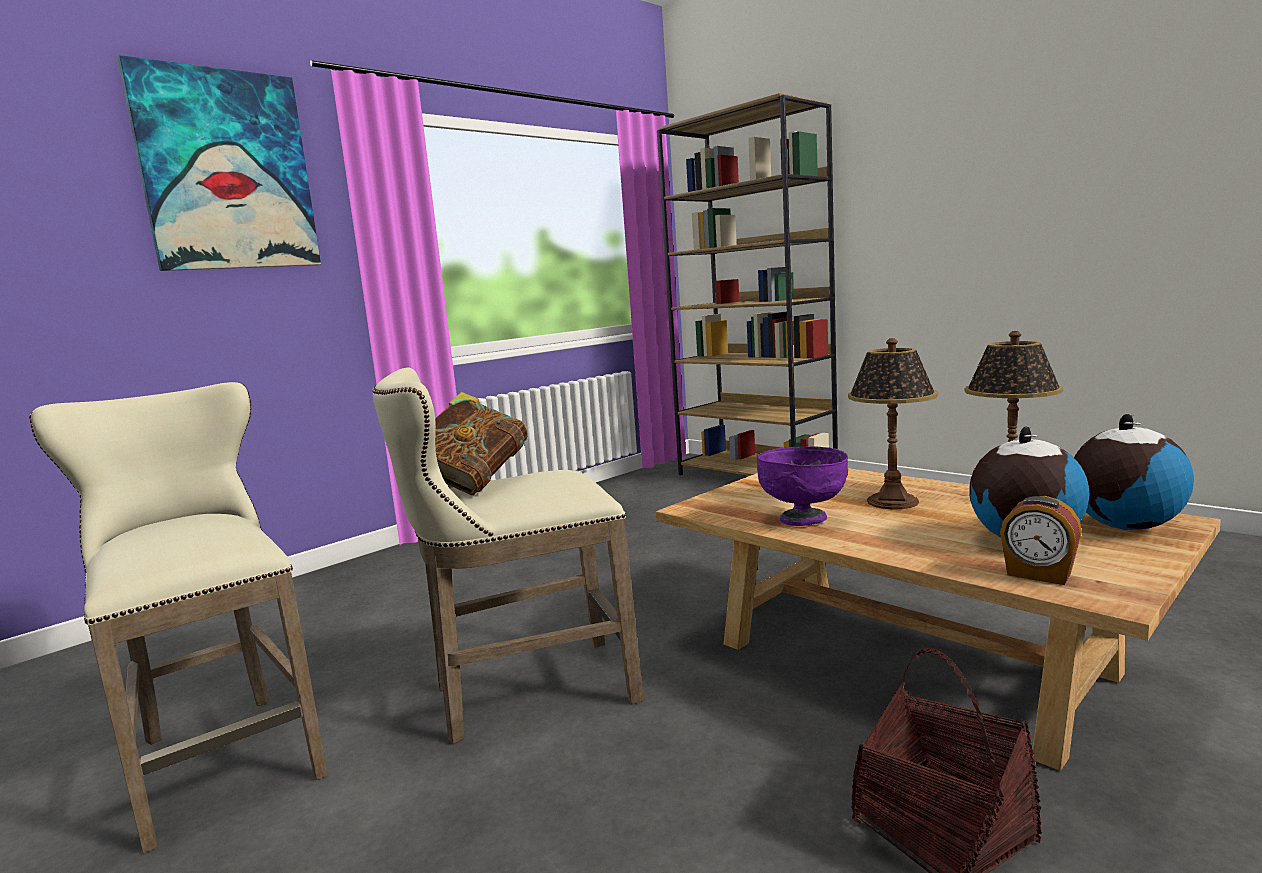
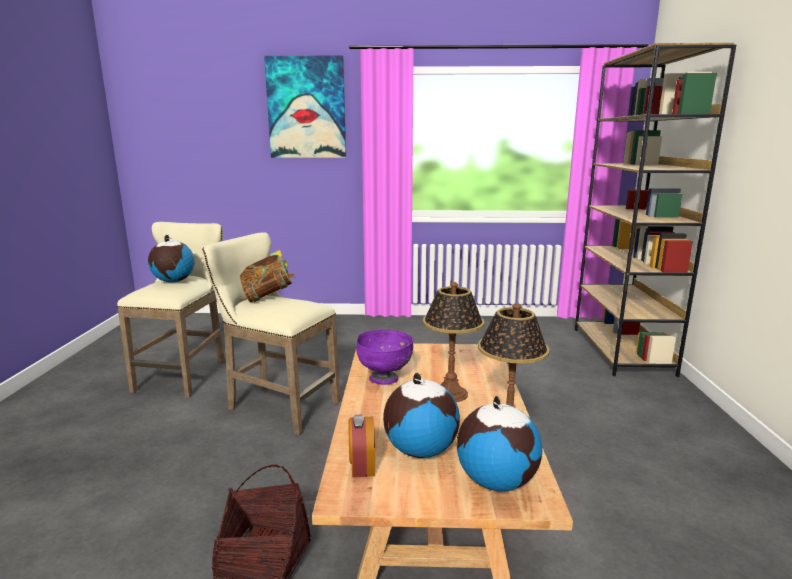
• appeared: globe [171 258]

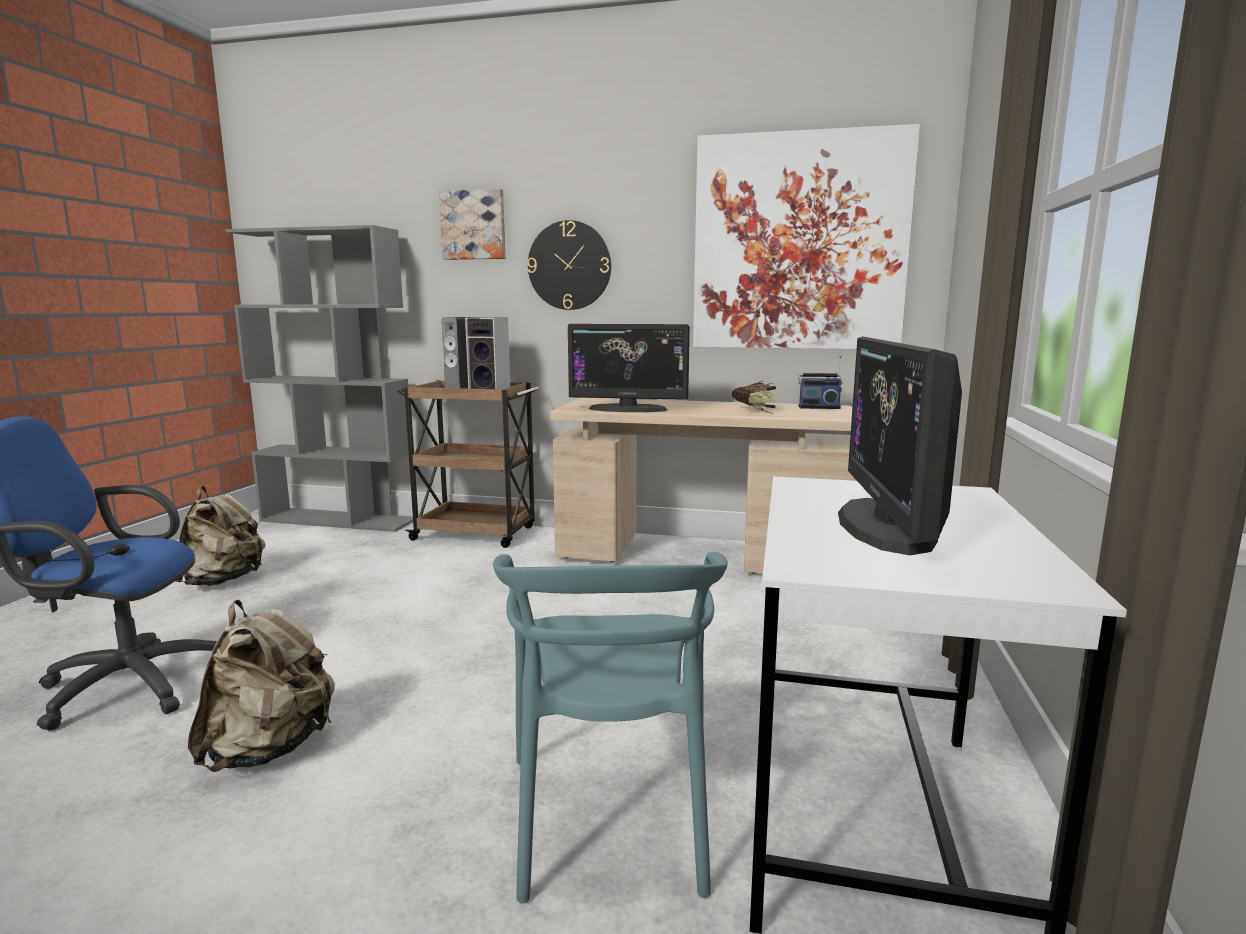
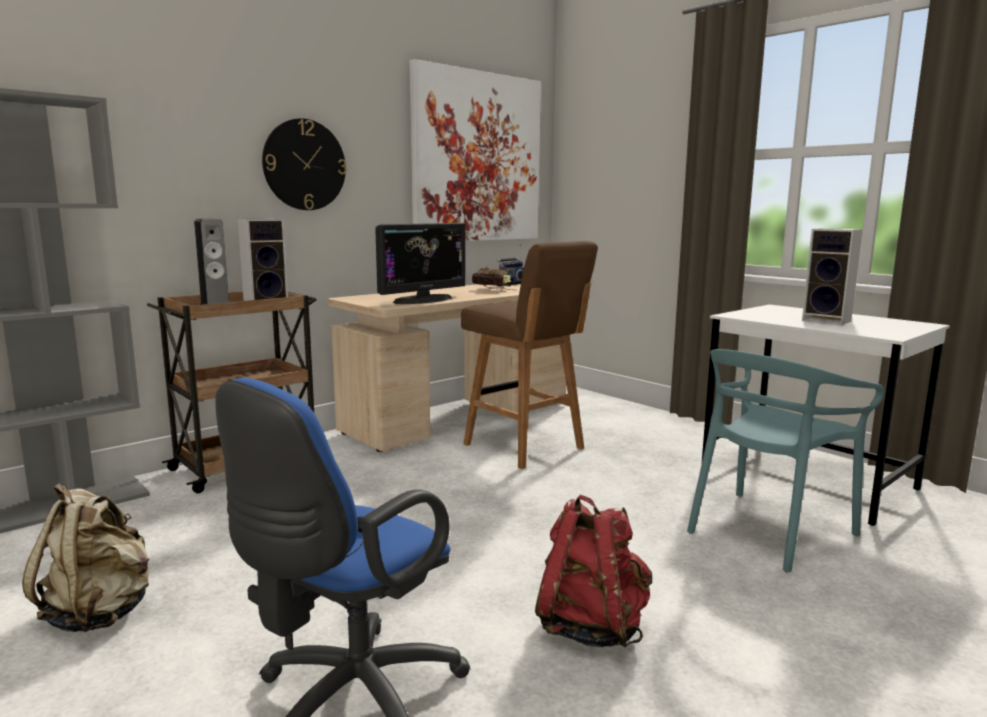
• missing: picture [472 224]
• exchanged: monitor [900 445] to speaker [832 276]
• spun: chair in turquoise [610 728] = [785 461] 105 degrees clockwise
• colour: backpack in beige [261 686] to backpack in red [593 571]
• appeared: stool in brown [529 355]

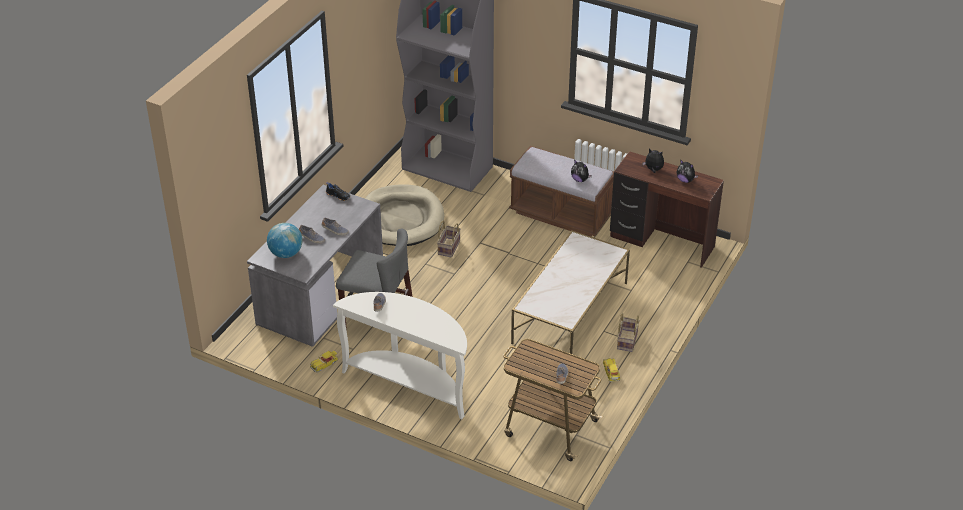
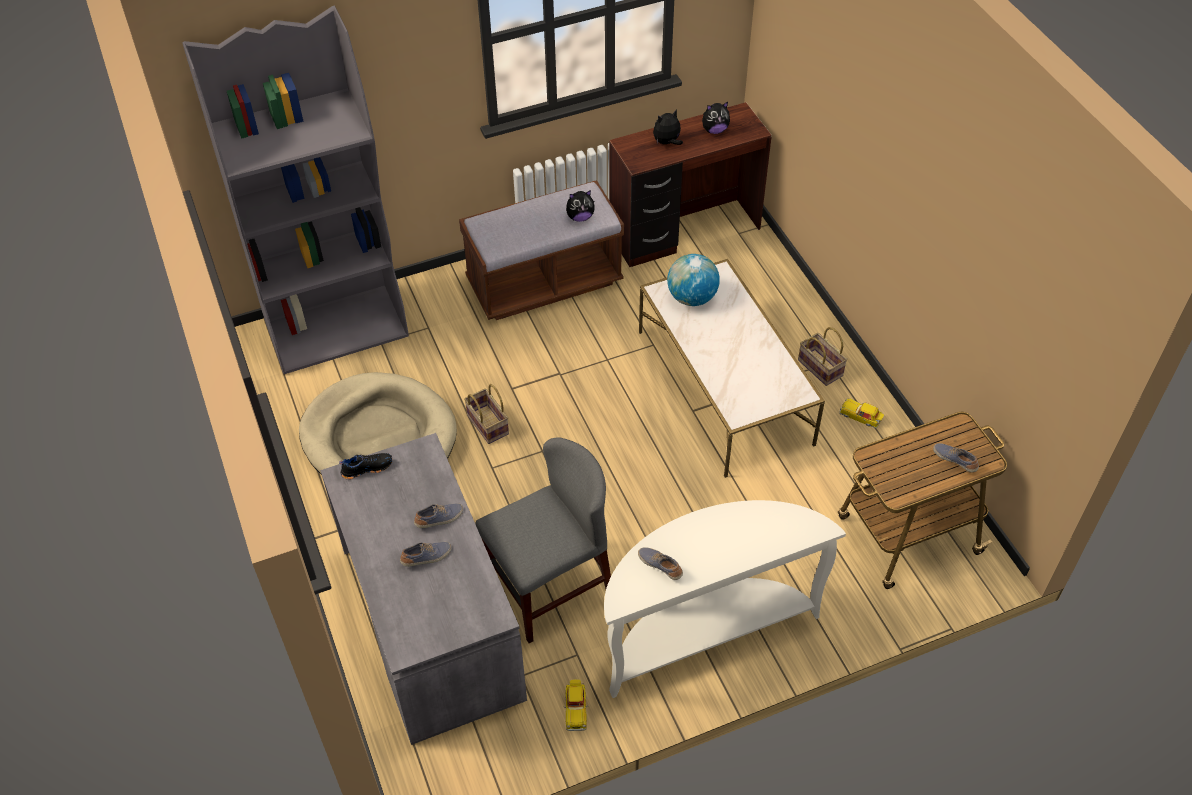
• relocated: globe [284 240] to [693 280]

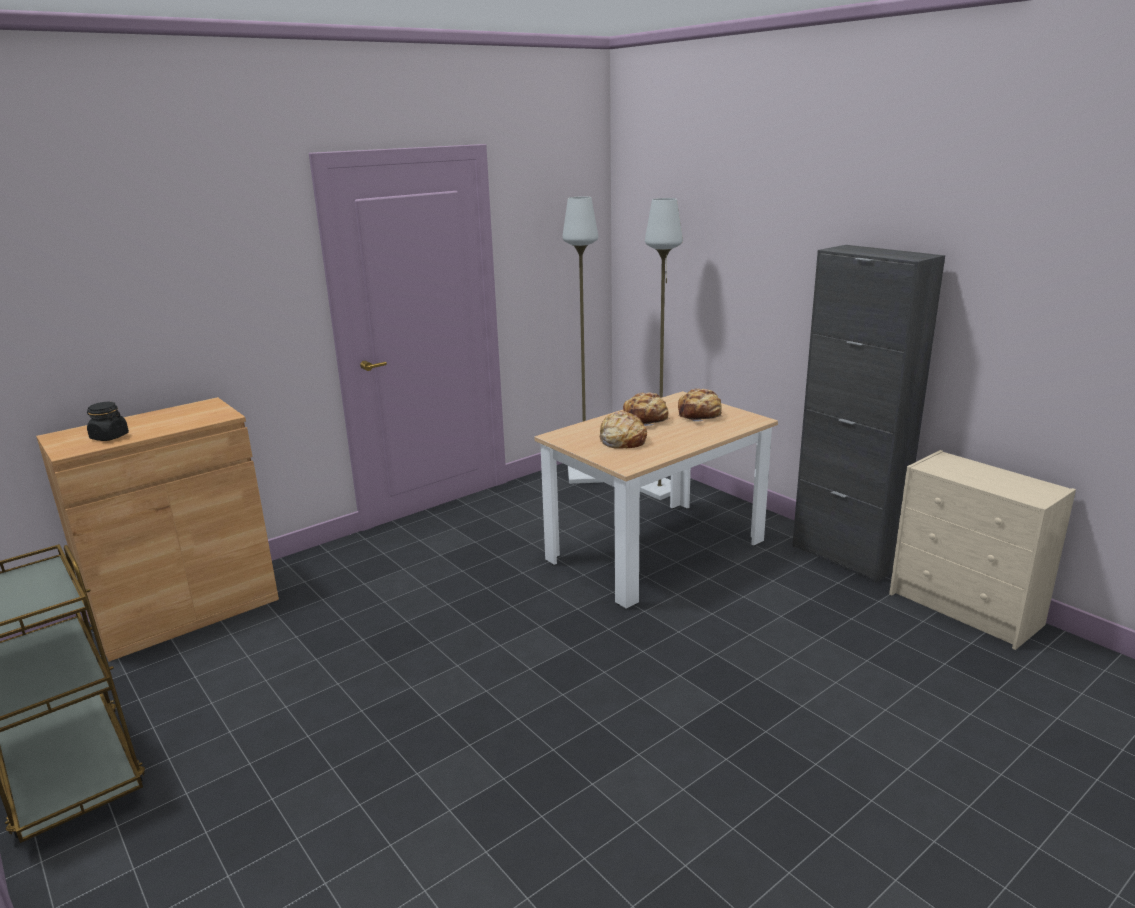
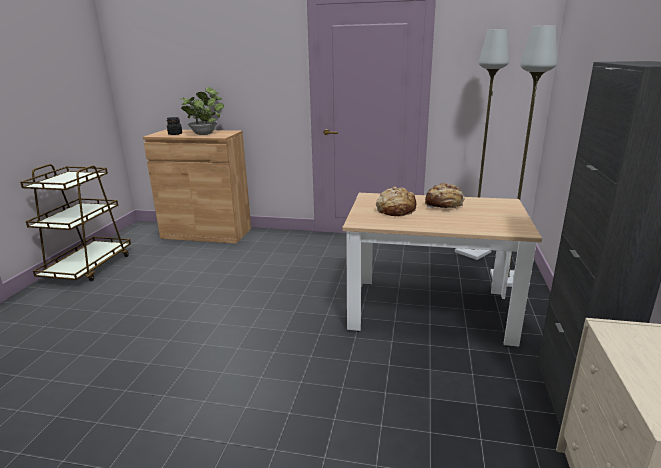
• missing: bread [700 405]
• appeared: potted plant [202 111]

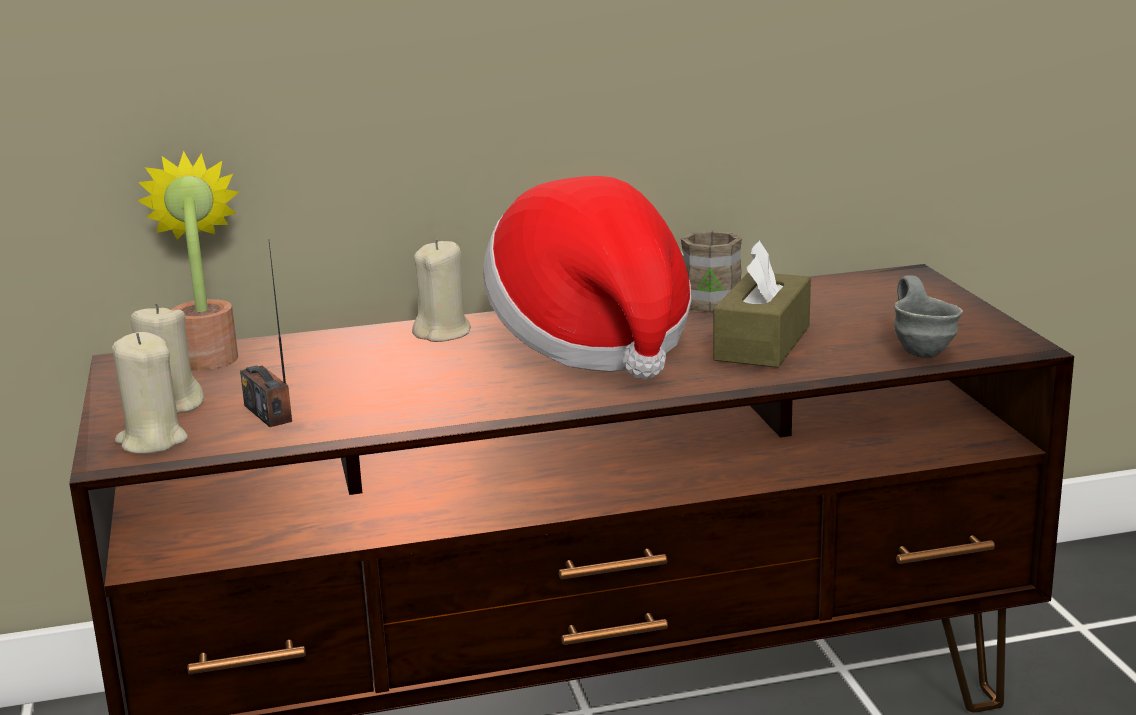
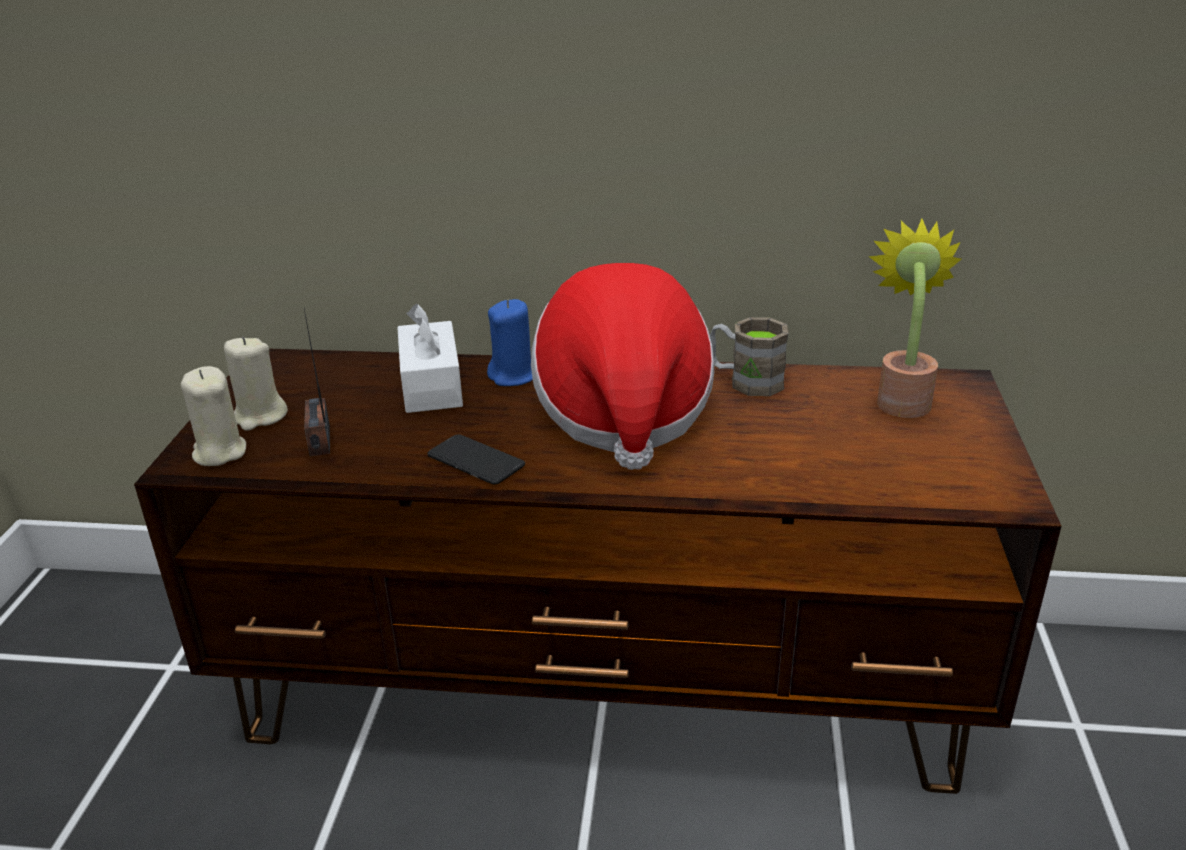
• relocated: potted plant [188 261] to [914 318]
• colour: candle in beige [441 291] to candle in blue [510 342]
• missing: tissue box in brown [762 304]
• missing: mug in grey [928 316]
• appeared: tissue box in white [430 358]
• appeared: phone [476 459]

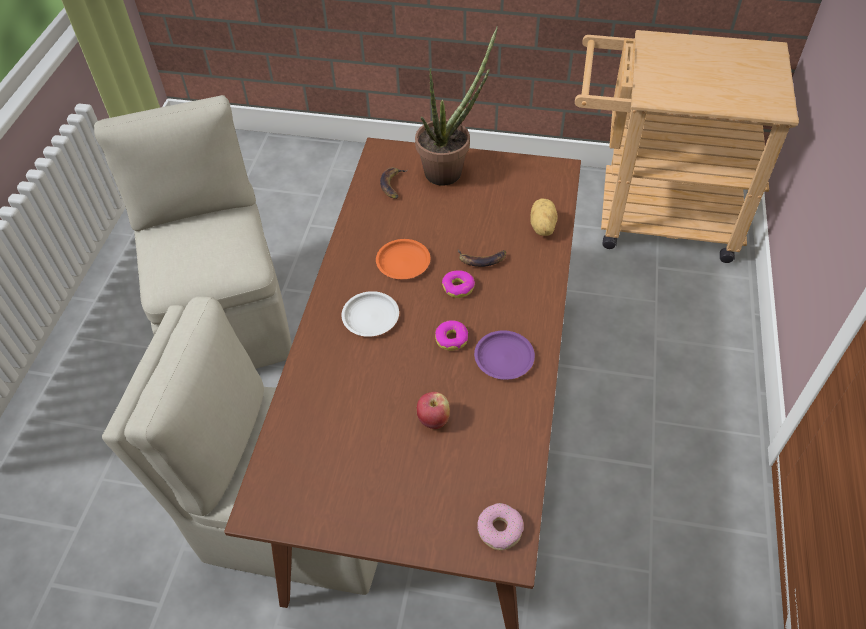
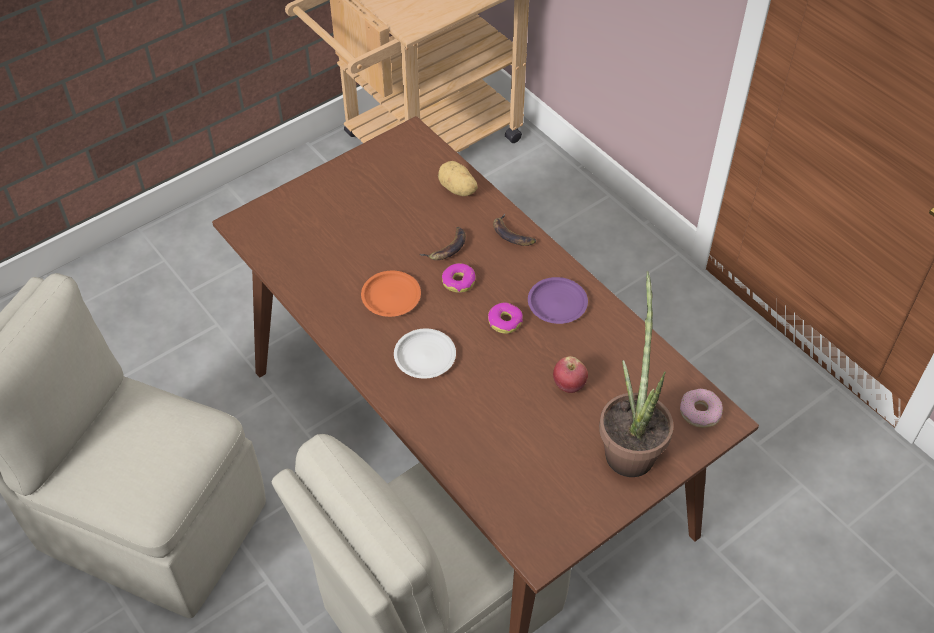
• relocated: potted plant [456 106] to [636 374]
• relocated: banana [393 183] to [514 229]

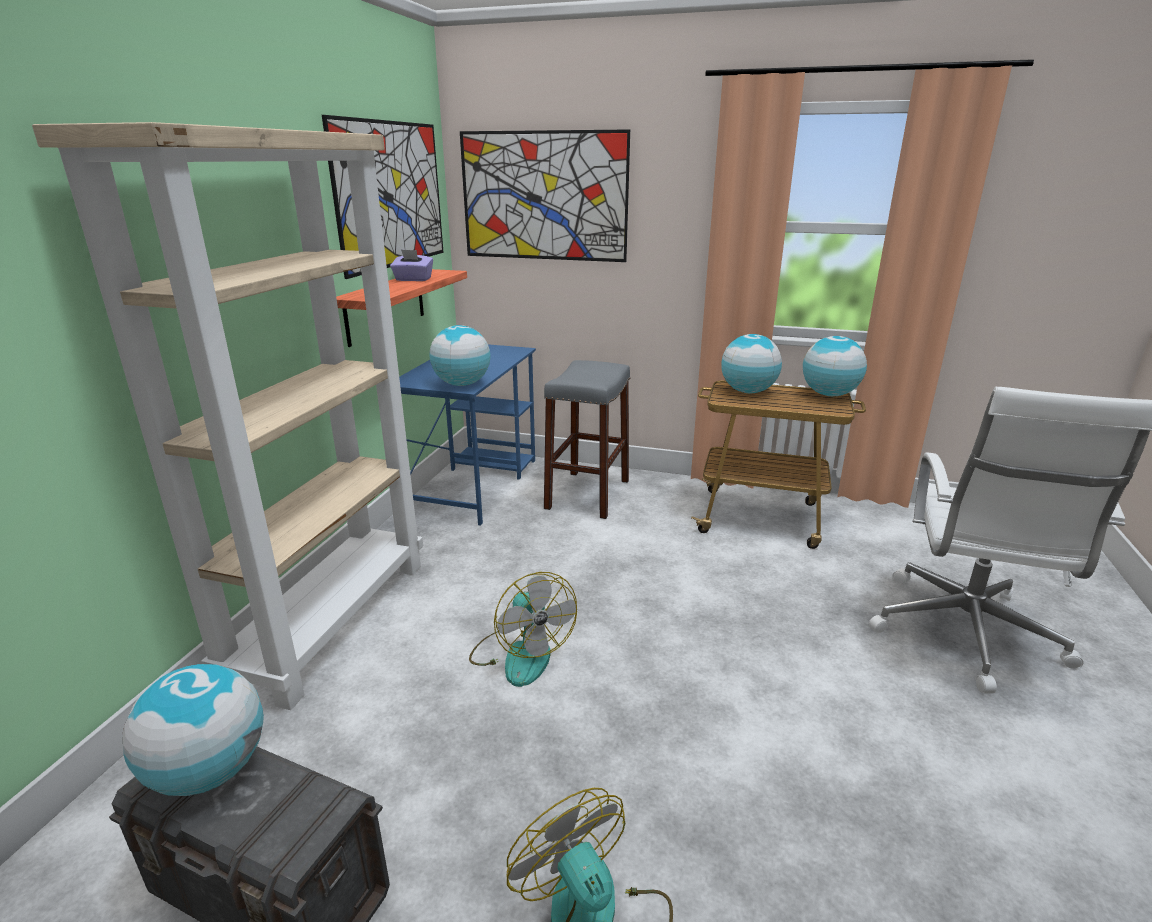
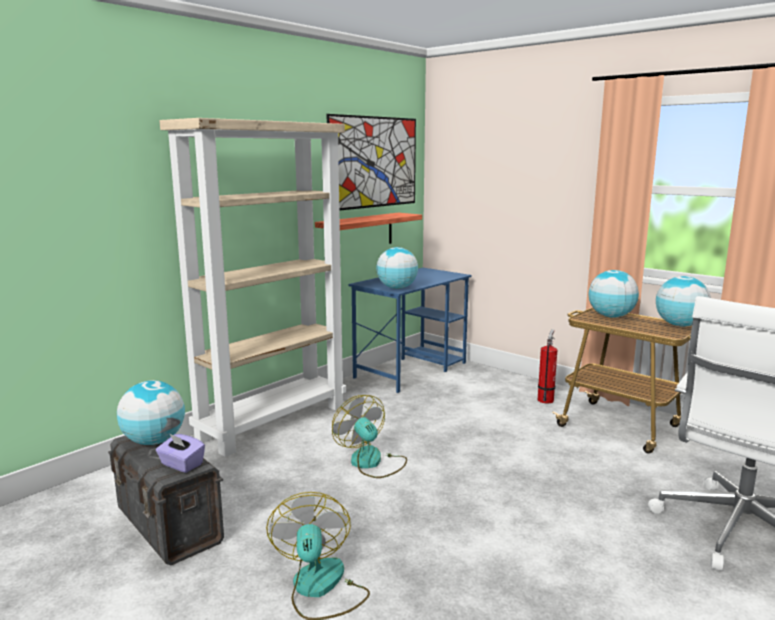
• missing: picture [545 195]
• relocated: tissue box in purple [411 265] to [180 453]
• missing: stool in grey [587 439]
• spun: fan [523 629] = [369 436] 150 degrees clockwise
• appeared: fire extinguisher [547 366]

